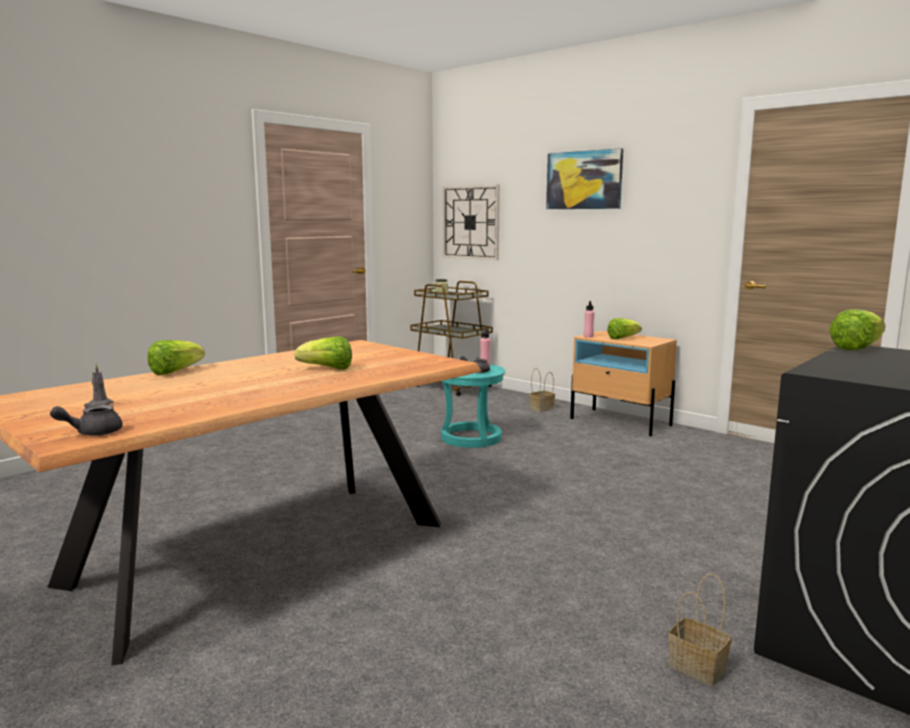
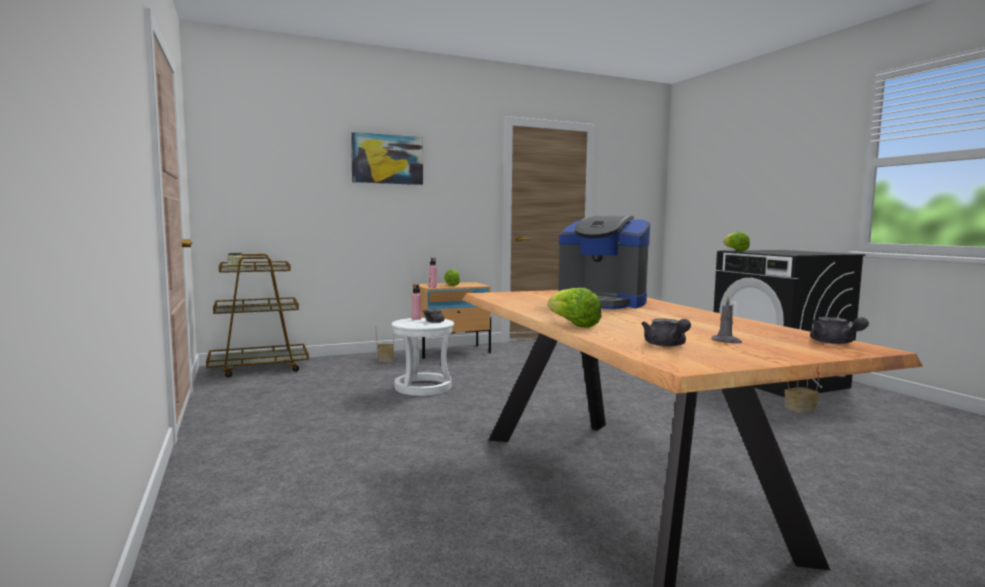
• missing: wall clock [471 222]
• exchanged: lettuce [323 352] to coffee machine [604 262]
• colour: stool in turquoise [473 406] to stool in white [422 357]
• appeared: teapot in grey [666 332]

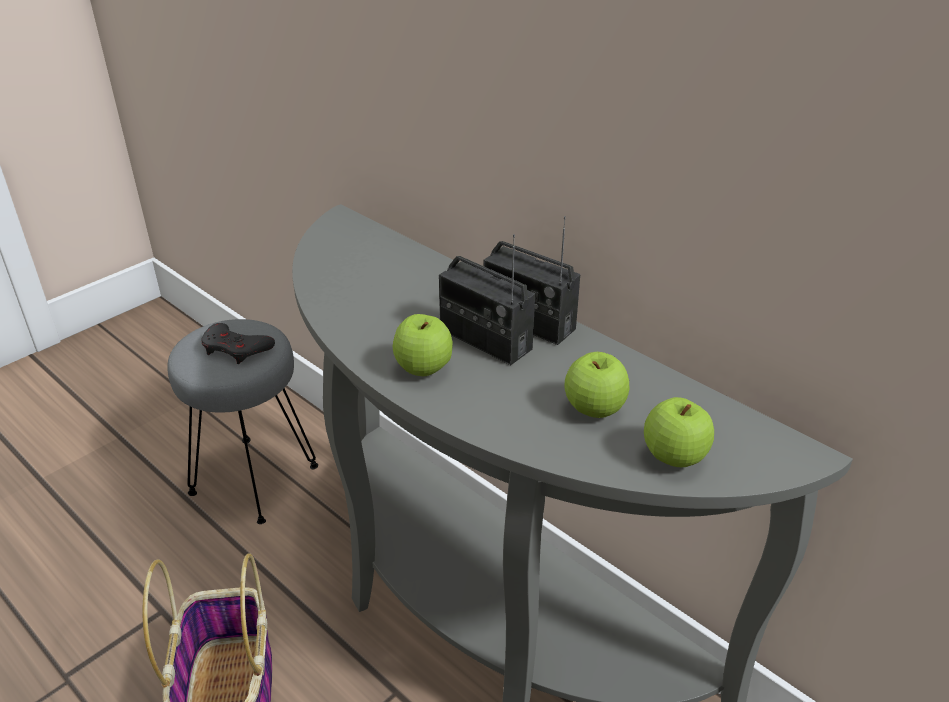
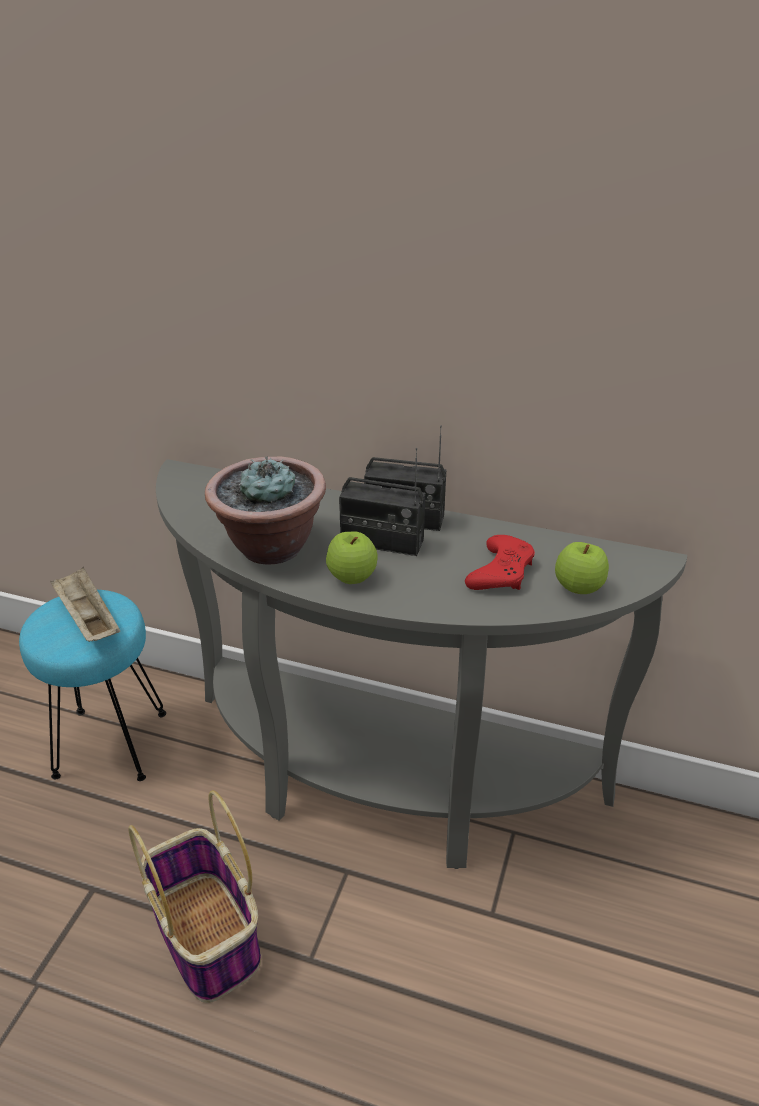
• colour: stool in grey [242 421] to stool in turquoise [92 685]
• exchanged: game controller in grey [238 343] to tray in beige [85 604]
• exchanged: apple [597 385] to game controller in red [500 562]
• appeared: potted plant [265 510]

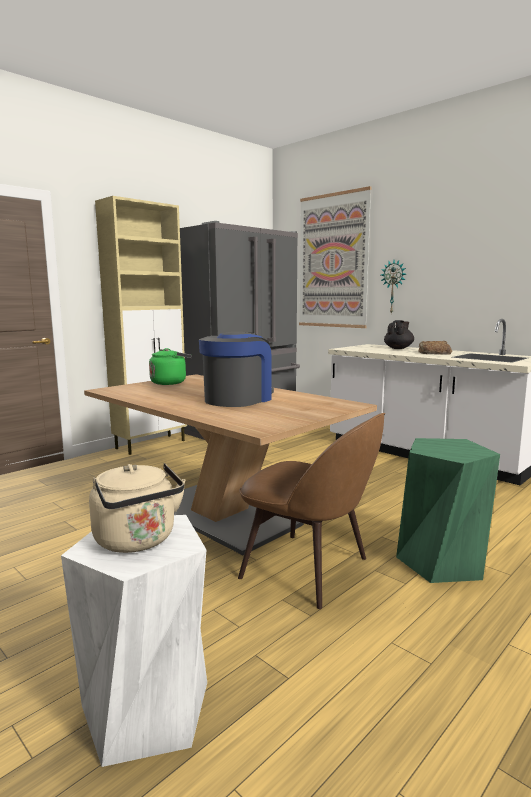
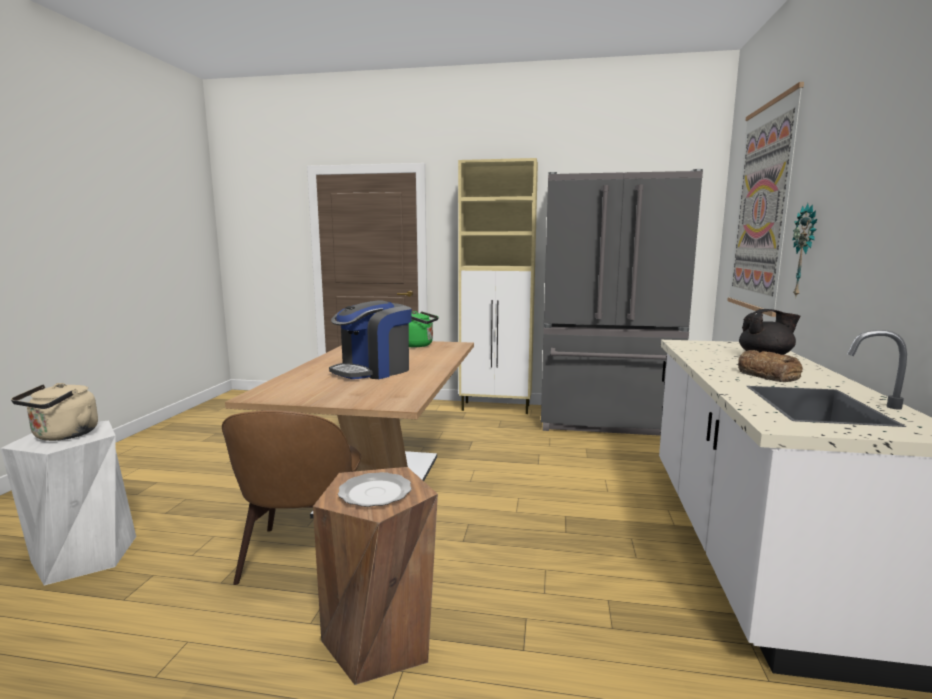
• spun: coffee machine [236 369] = [370 339] 135 degrees clockwise
• colour: stool in green [448 510] to stool in brown [375 576]
• appeared: plate [375 489]

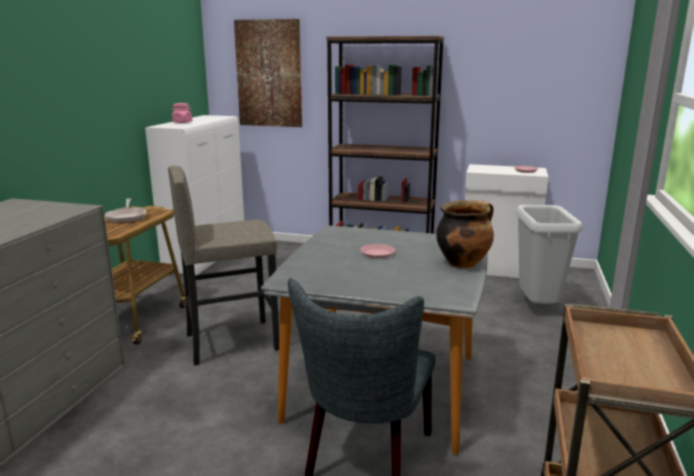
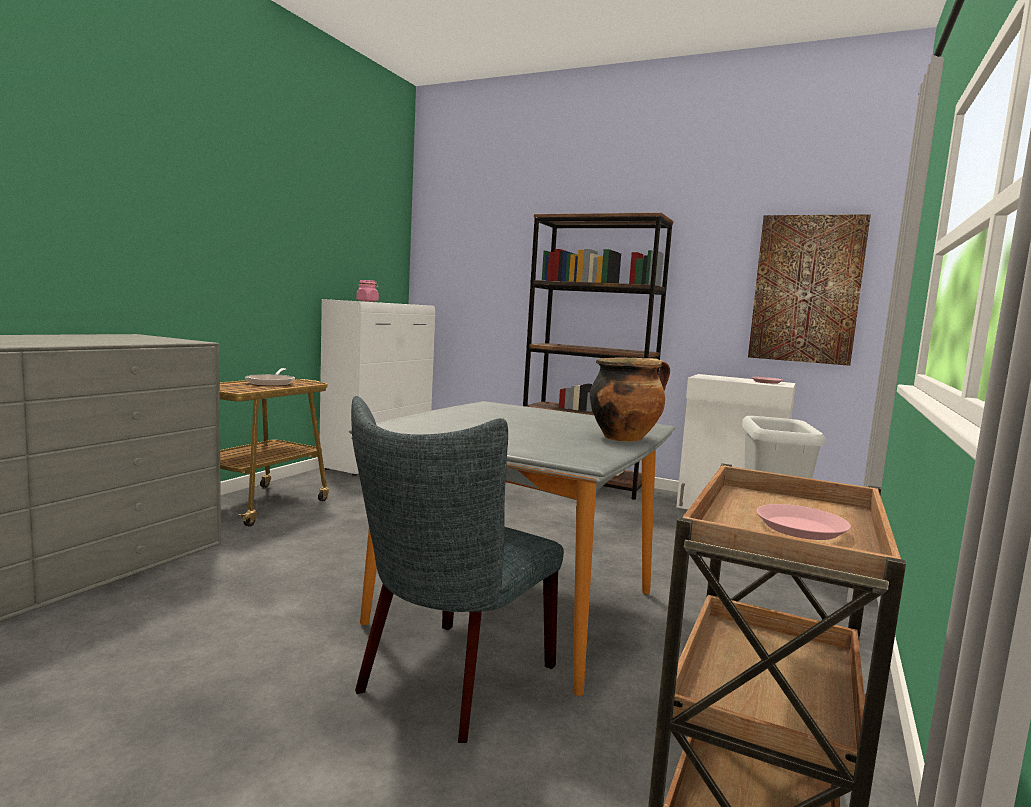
• relocated: picture [268 73] to [809 290]
• missing: stool in grey [223 265]
• relocated: plate in pink [377 251] to [803 522]

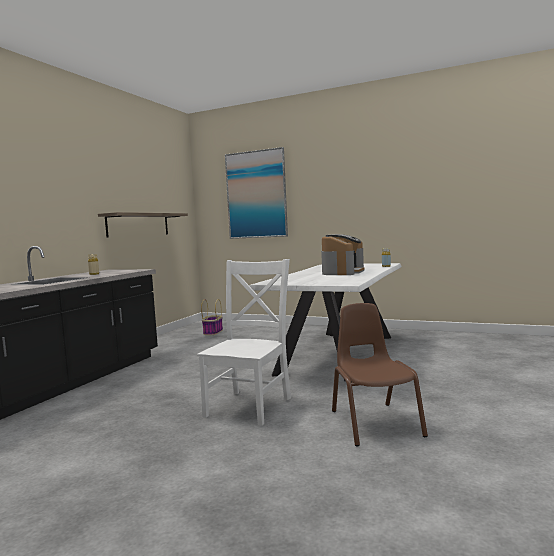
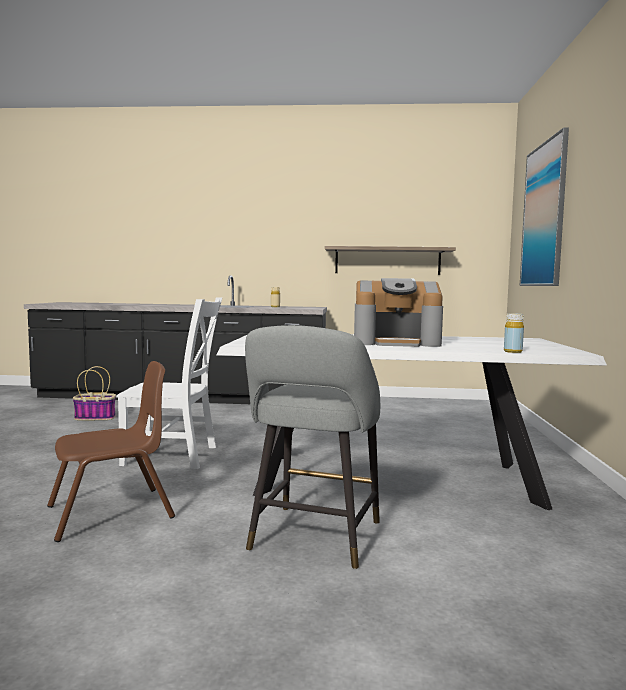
• relocated: basket [212 317] to [94 393]
• appeared: stool in grey [312 447]

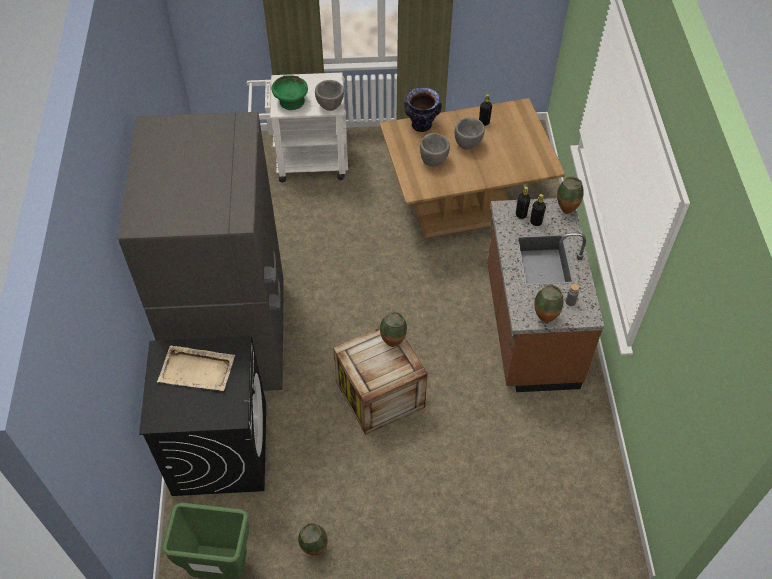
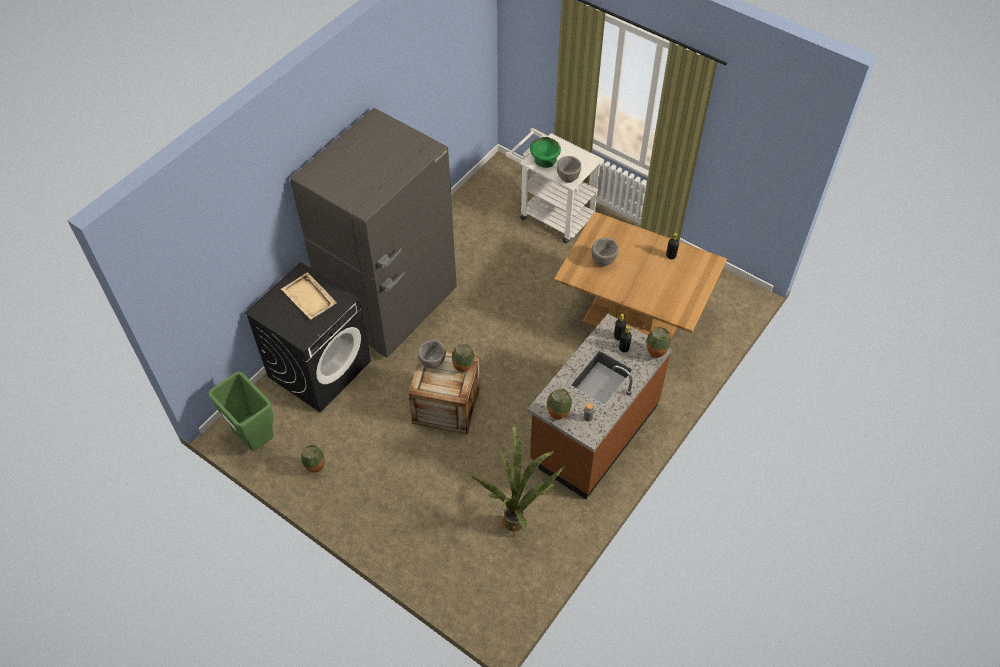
• missing: vase [423 109]
• relocated: bowl in grey [470 133] to [432 354]
• appeared: potted plant [518 480]

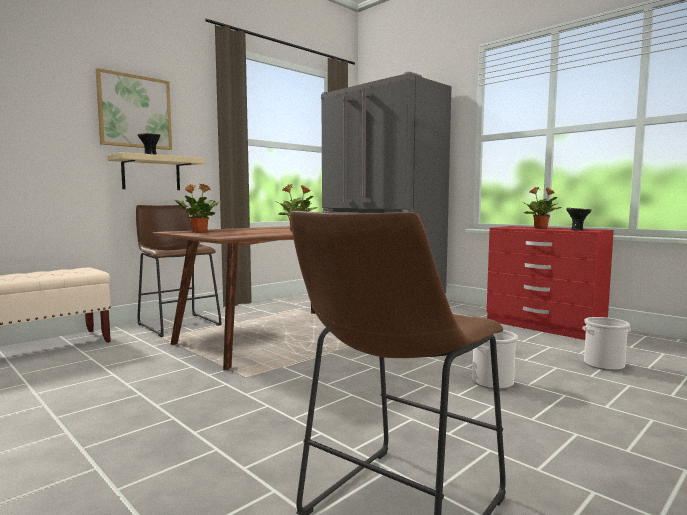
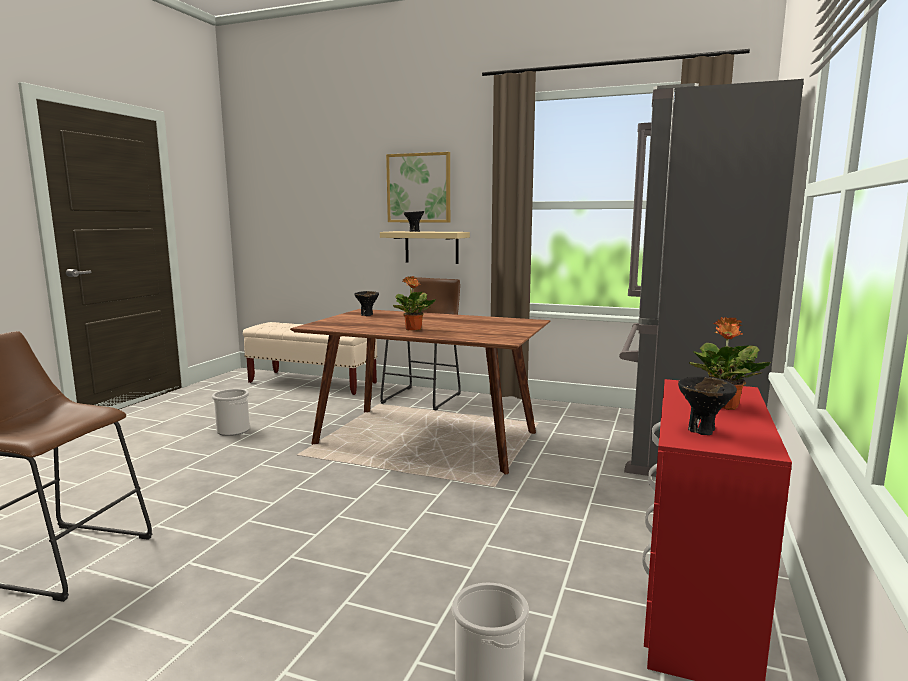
• exchanged: potted plant [197 208] to bowl in black [366 303]
• relocated: bucket [495 359] to [231 412]

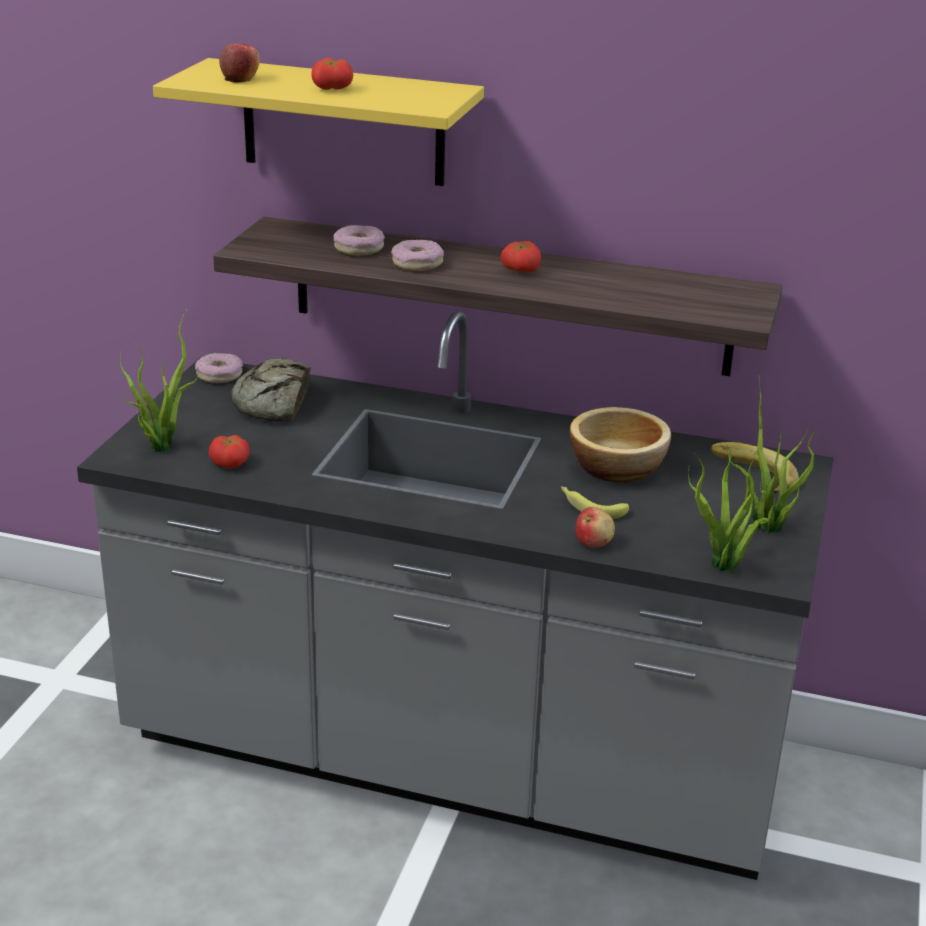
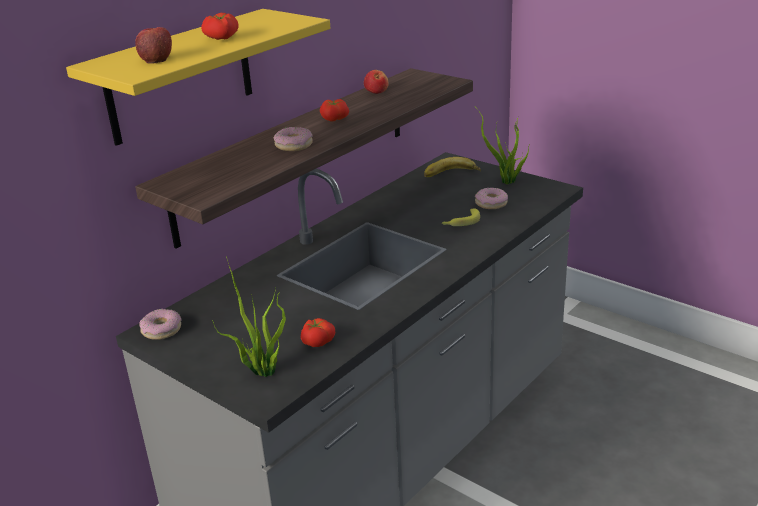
• relocated: donut [359 240] to [491 198]
• missing: bread [271 389]
• missing: bowl [620 445]
• missing: potted plant [730 510]
• relocated: apple [595 527] to [376 82]

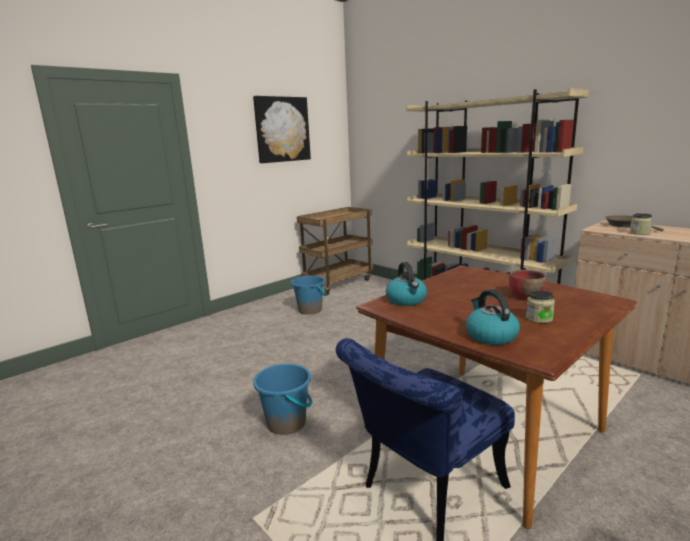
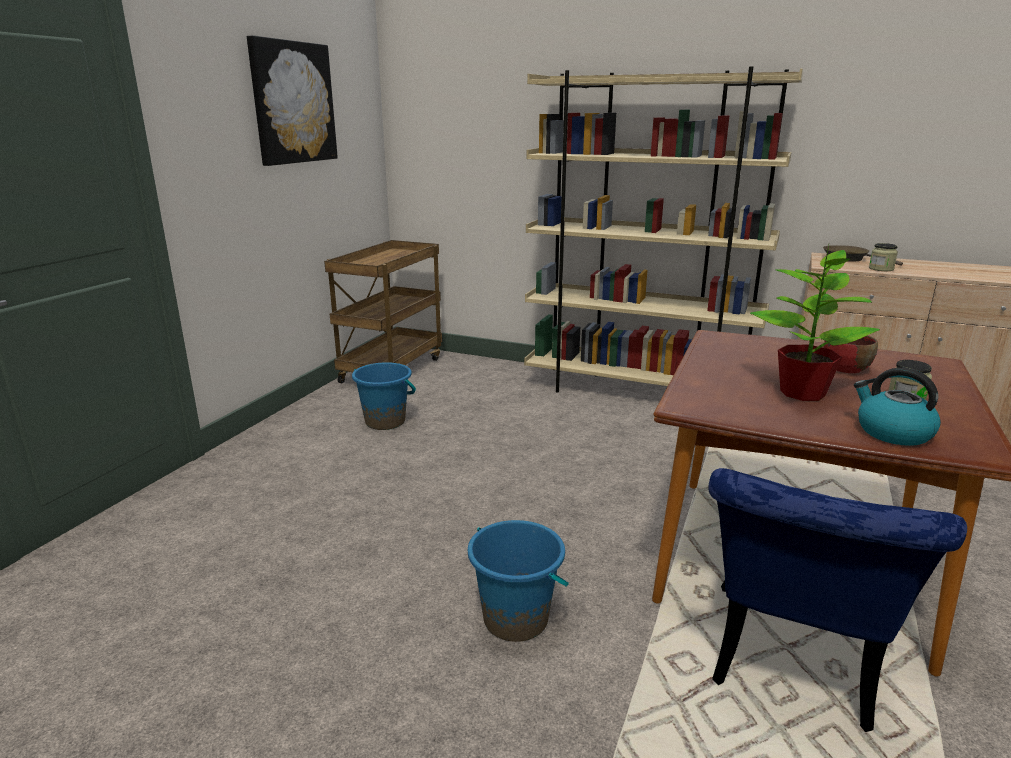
• missing: kettle [406 284]
• appeared: potted plant [815 322]

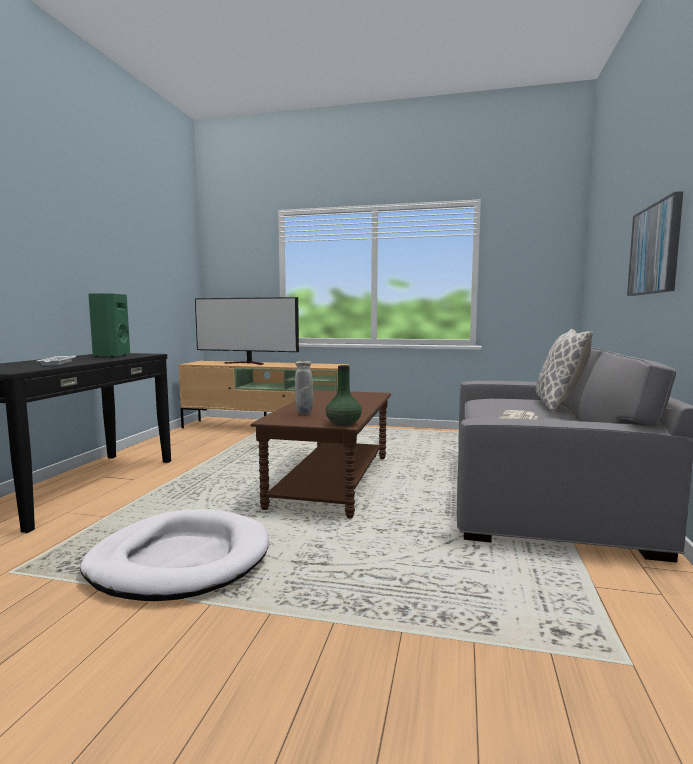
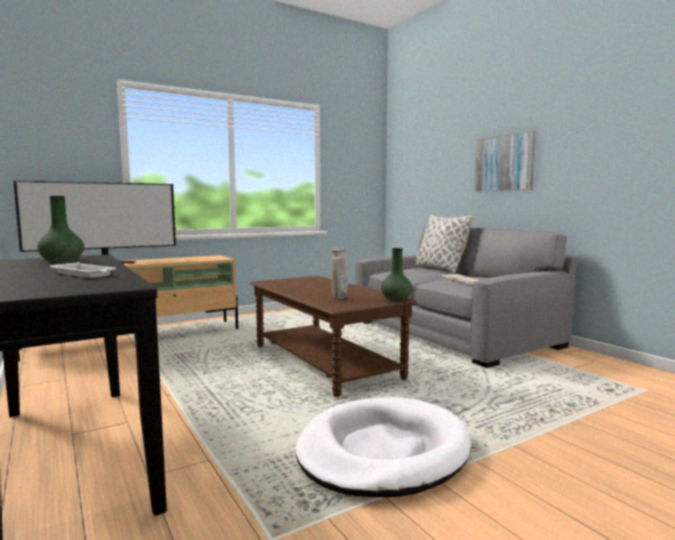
• exchanged: speaker in green [109 325] to vase in green [60 229]

